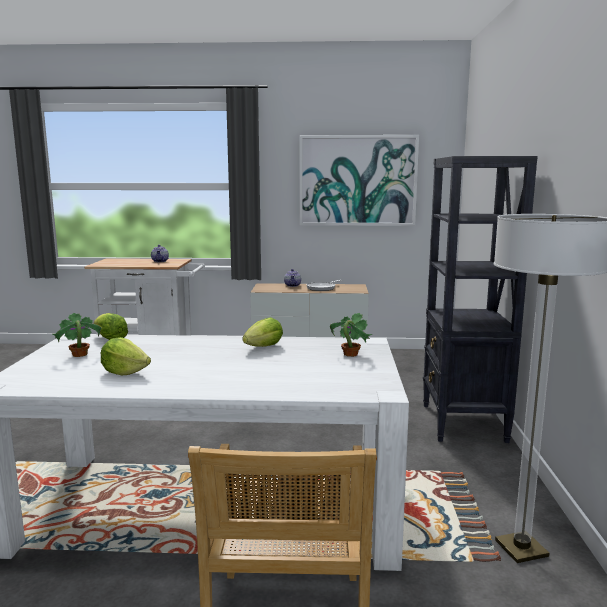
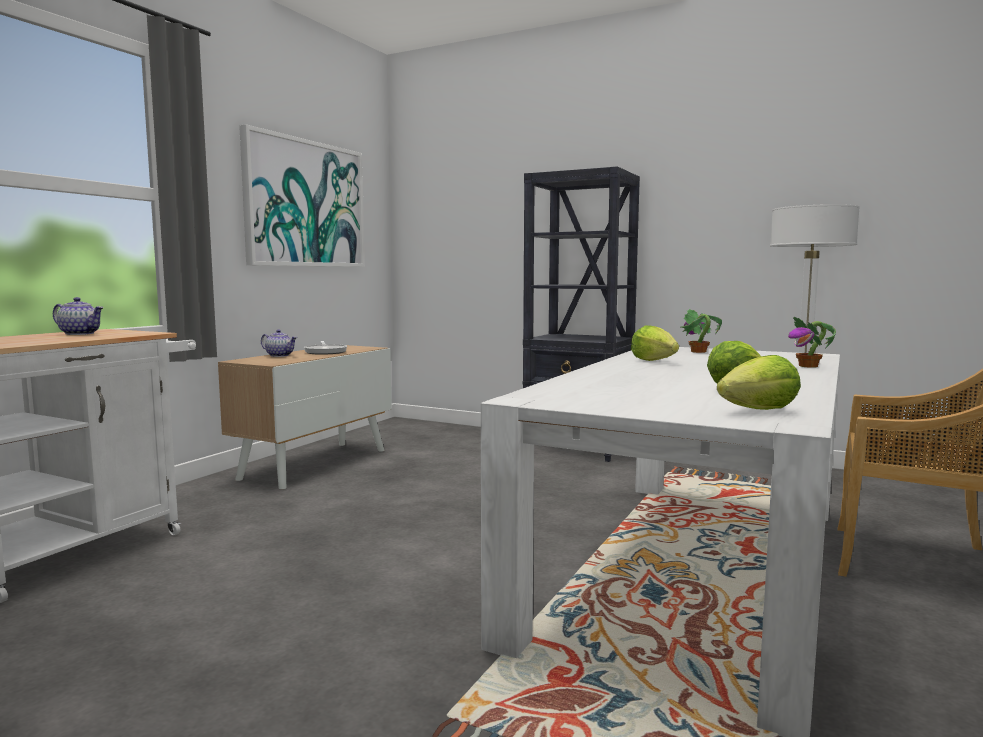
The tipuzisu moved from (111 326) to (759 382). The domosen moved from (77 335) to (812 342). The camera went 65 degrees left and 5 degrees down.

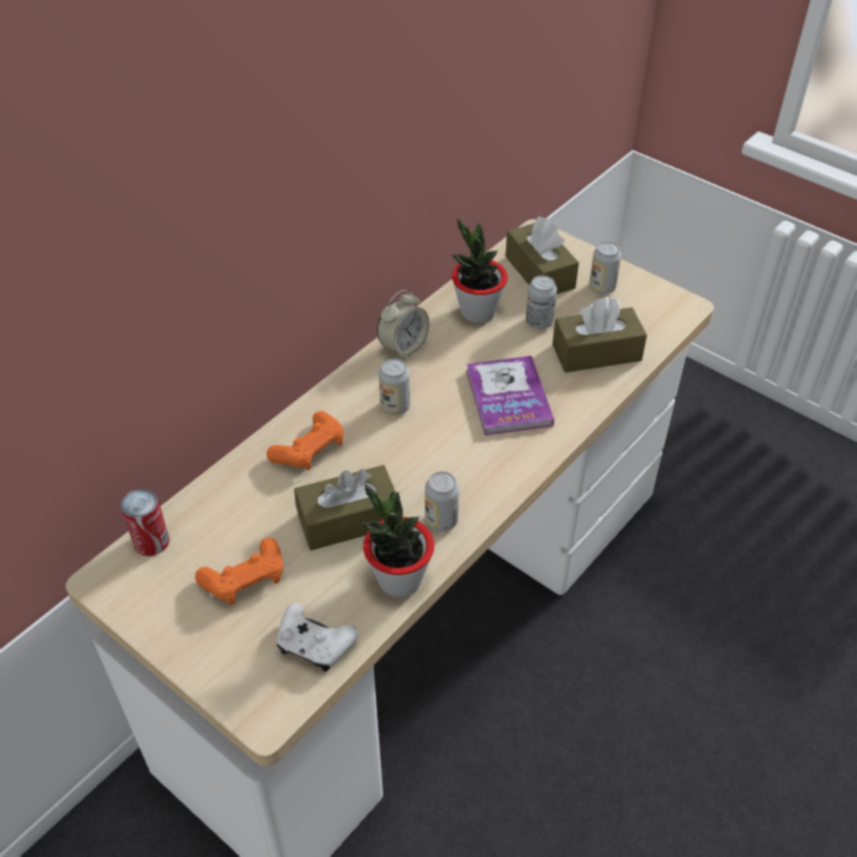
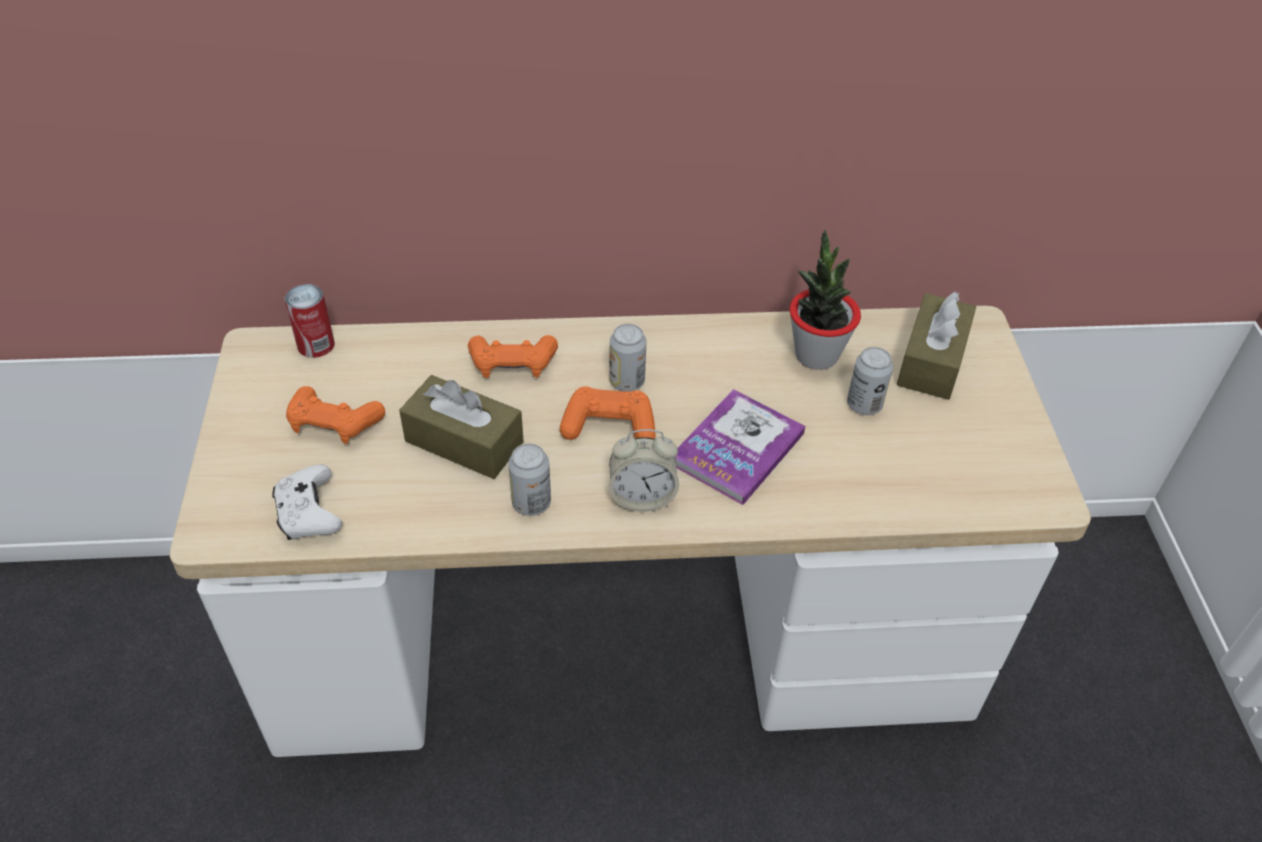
The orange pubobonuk at (608 413) appeared. The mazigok moved from (403 325) to (644 470). The domosen at (398 540) disappeared. The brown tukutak at (599 335) disappeared. The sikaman at (605 268) disappeared. The camera went 45 degrees right and 0 degrees up.

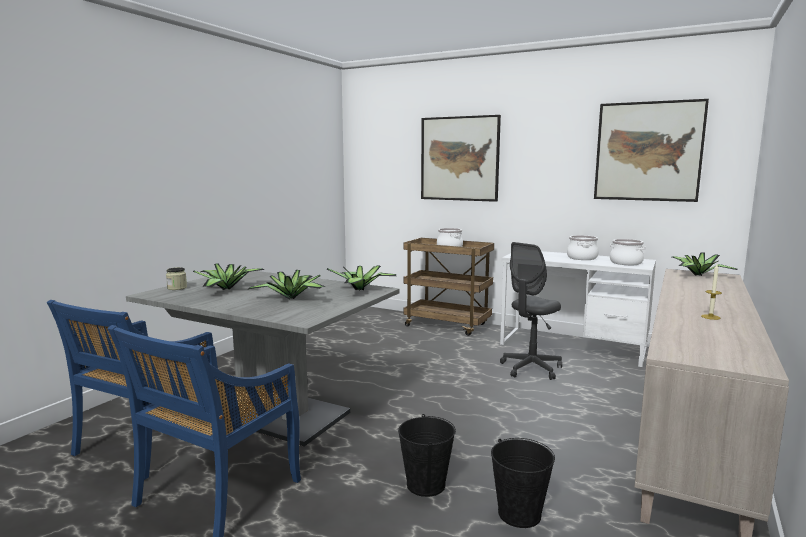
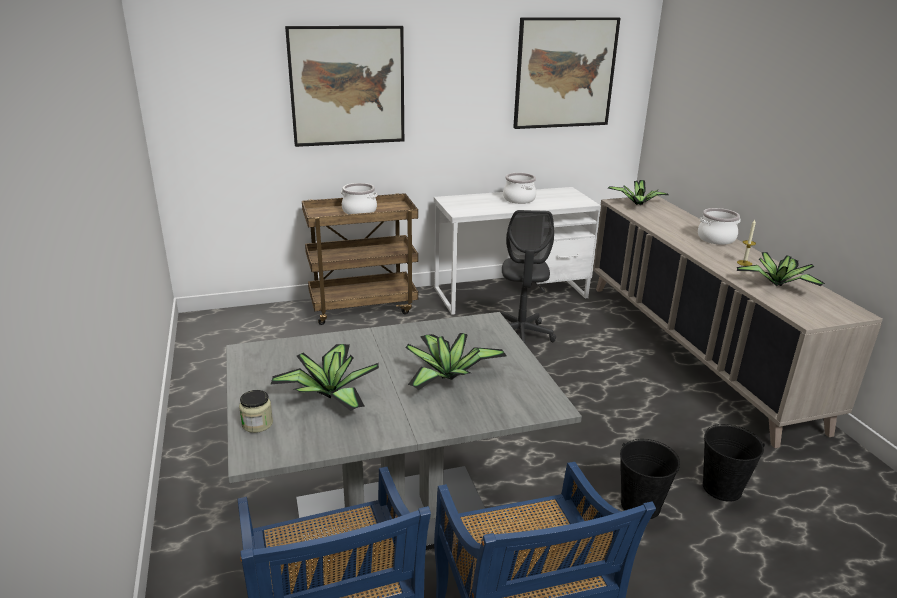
The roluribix moved from (627 252) to (719 226). The domosen moved from (361 278) to (781 269). The camera went 45 degrees left and 15 degrees up.

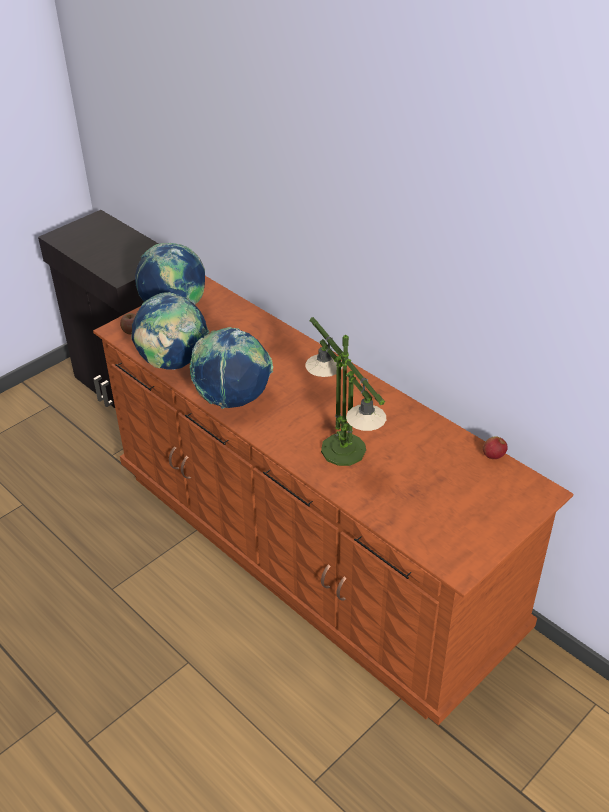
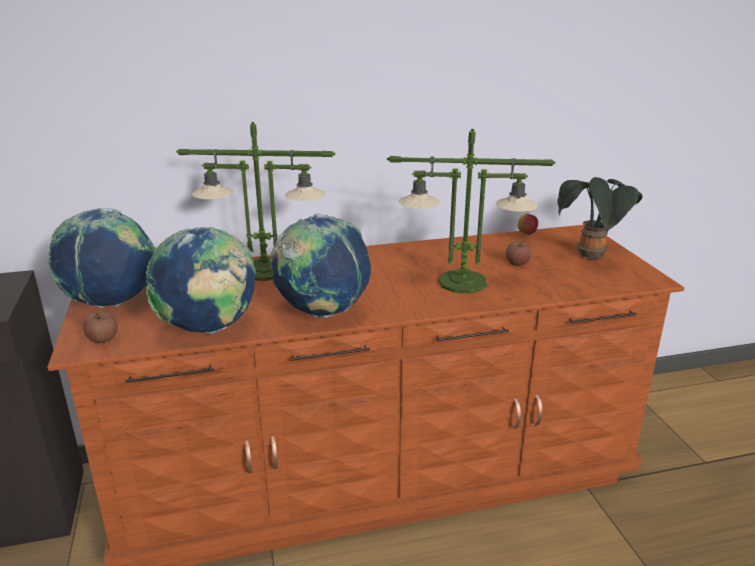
The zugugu at (255 201) appeared. The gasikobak at (519 254) appeared. The domosen at (600 218) appeared. The camera went 60 degrees left and 15 degrees down.

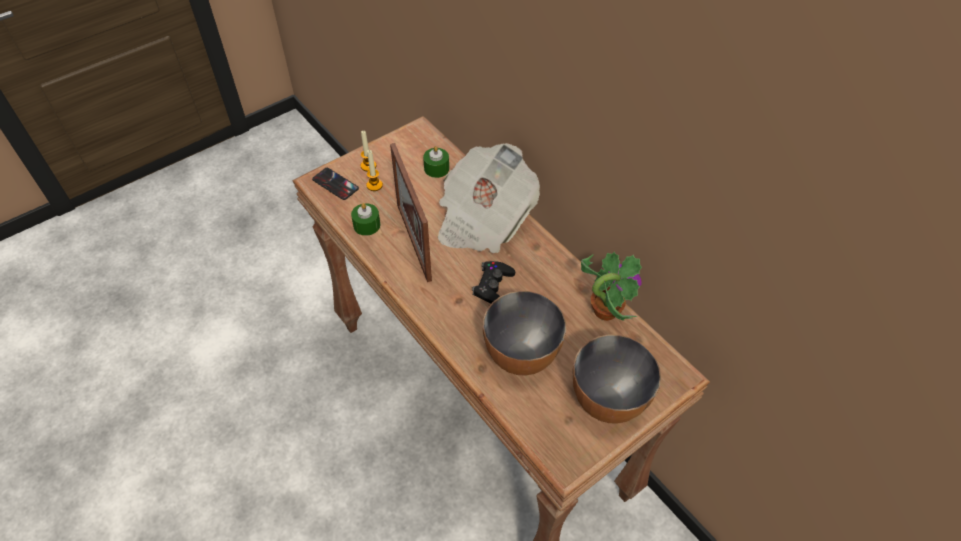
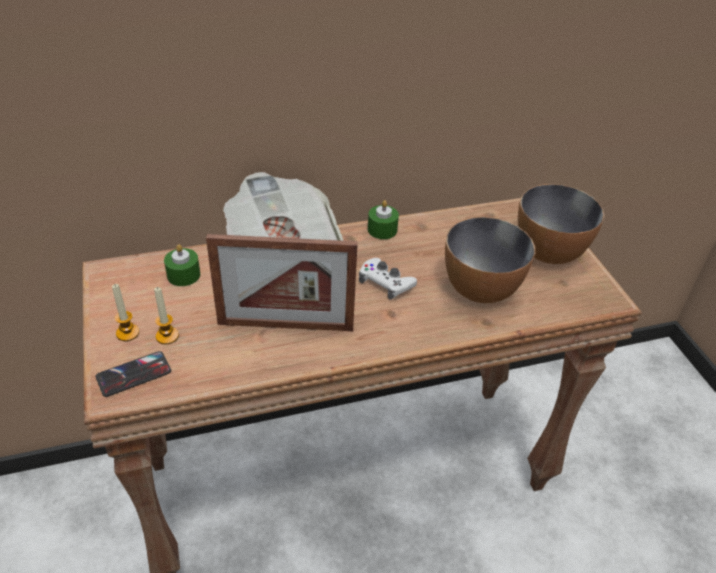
The black pubobonuk at (493 282) became the white pubobonuk at (388 279). The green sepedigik moved from (365 219) to (383 219). The domosen at (611 286) disappeared. The camera went 70 degrees left and 10 degrees down.

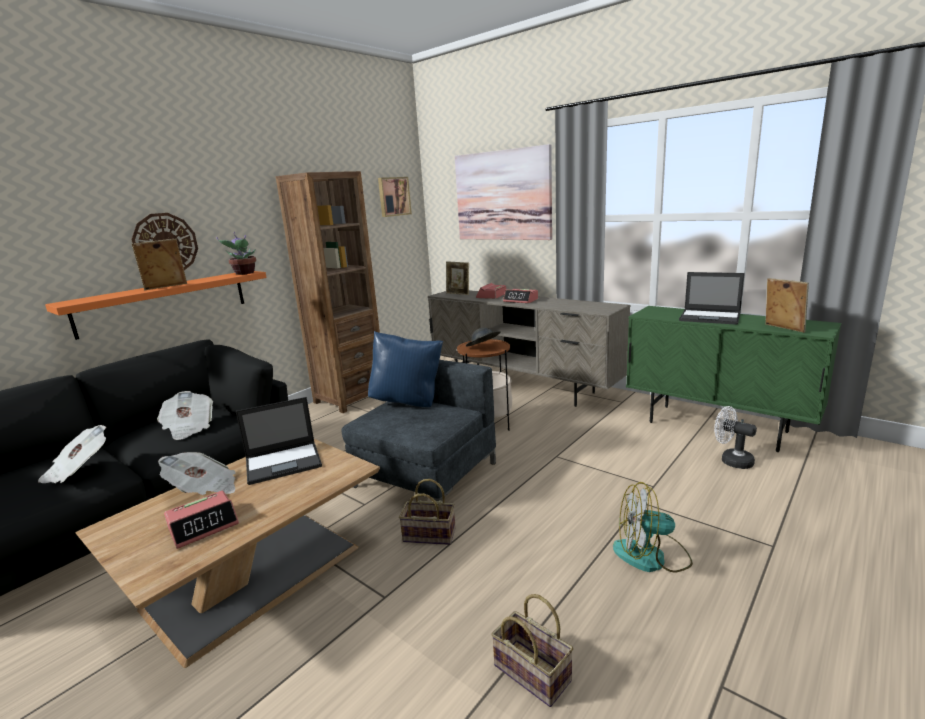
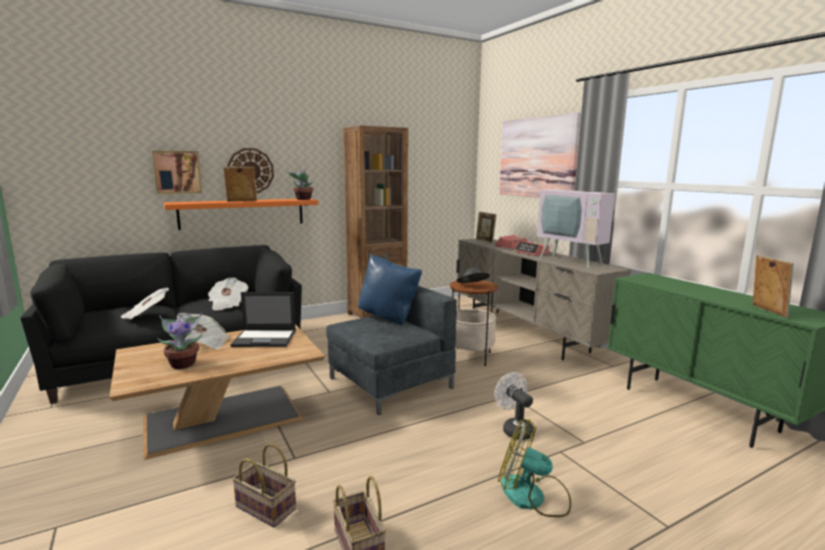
The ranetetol moved from (395 197) to (177 172). The mazigok at (201 520) was replaced by the domosen at (179 340). The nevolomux moved from (427 512) to (264 485). The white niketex moved from (735 437) to (514 406). The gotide at (576 216) appeared. The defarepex at (712 298) disappeared. The camera went 20 degrees right and 5 degrees down.

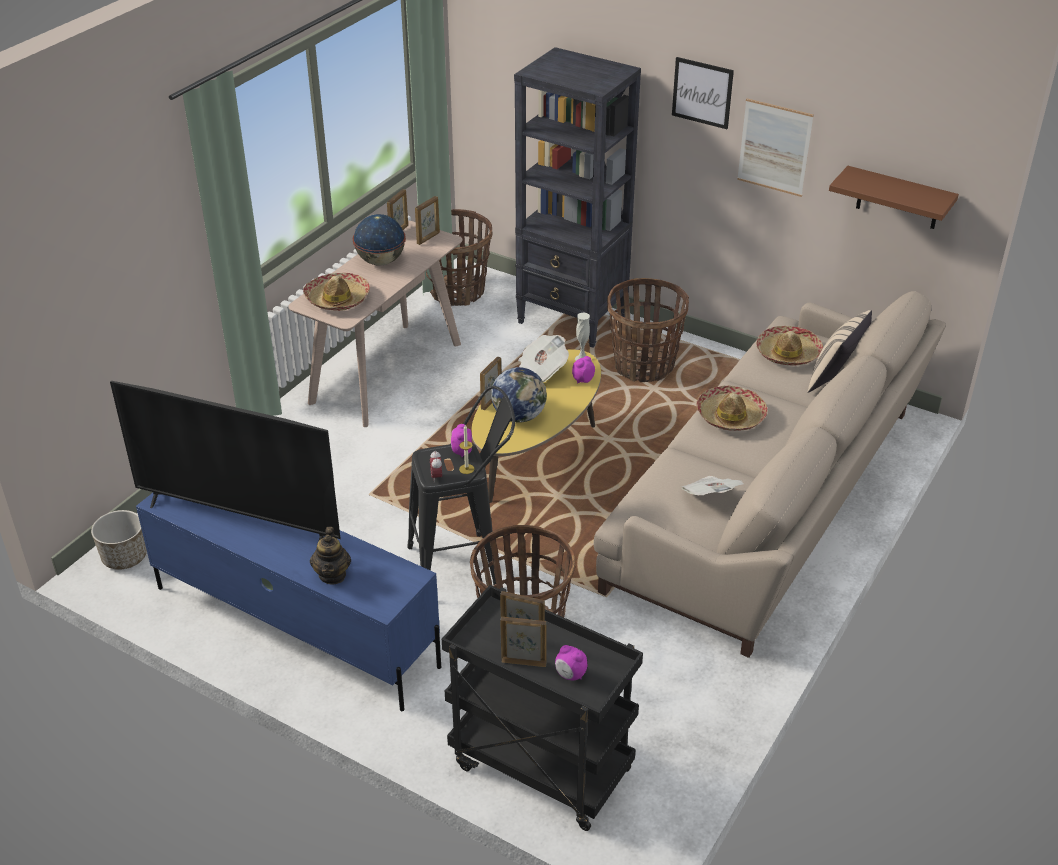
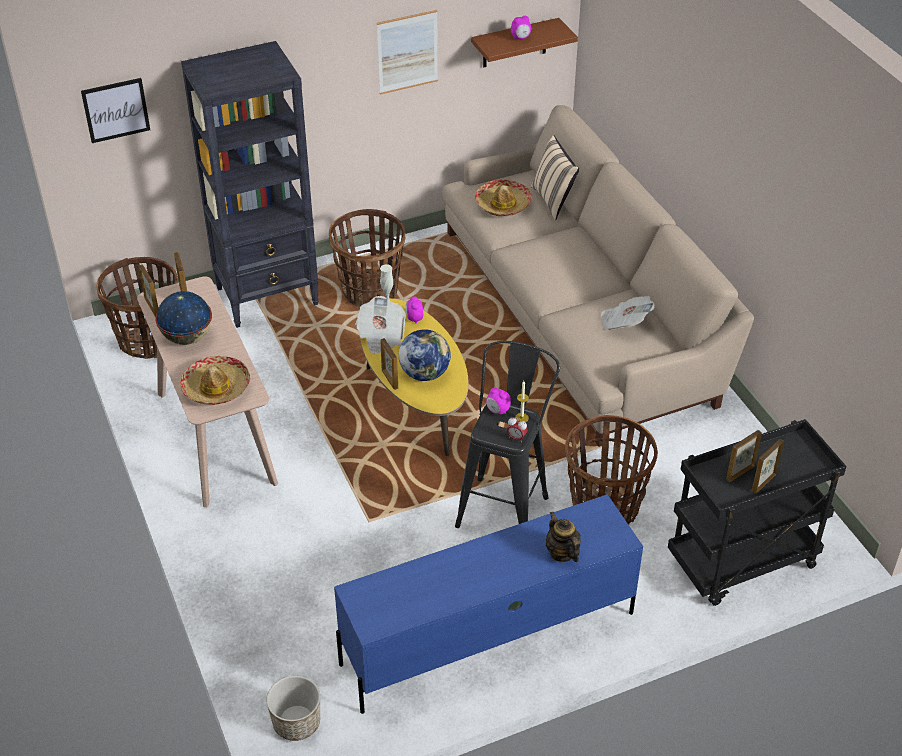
The ranetetol moved from (703 93) to (115 110). The mazigok moved from (571 662) to (521 27). The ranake at (330 556) turned 150 degrees counterclockwise. The gotide at (225 460) disappeared. The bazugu at (732 408) disappeared. The camera went 55 degrees left and 5 degrees up.

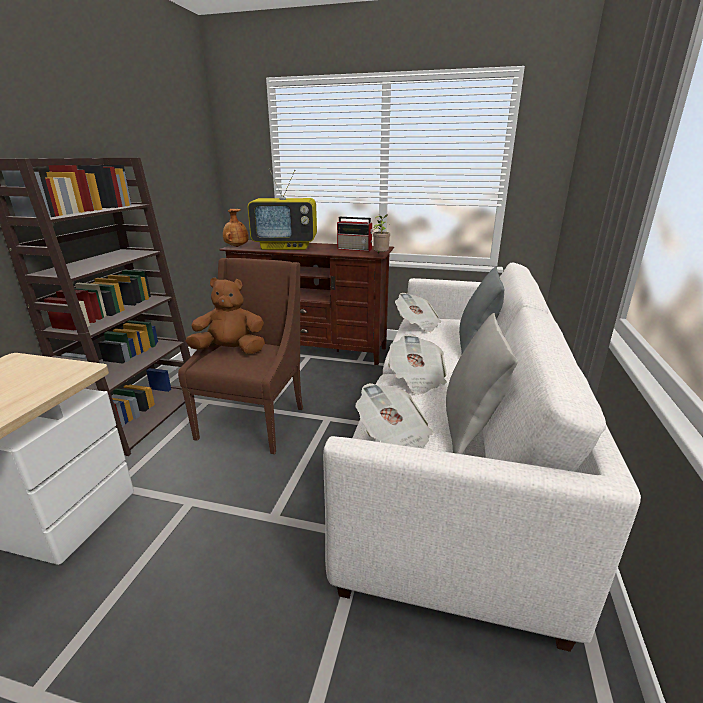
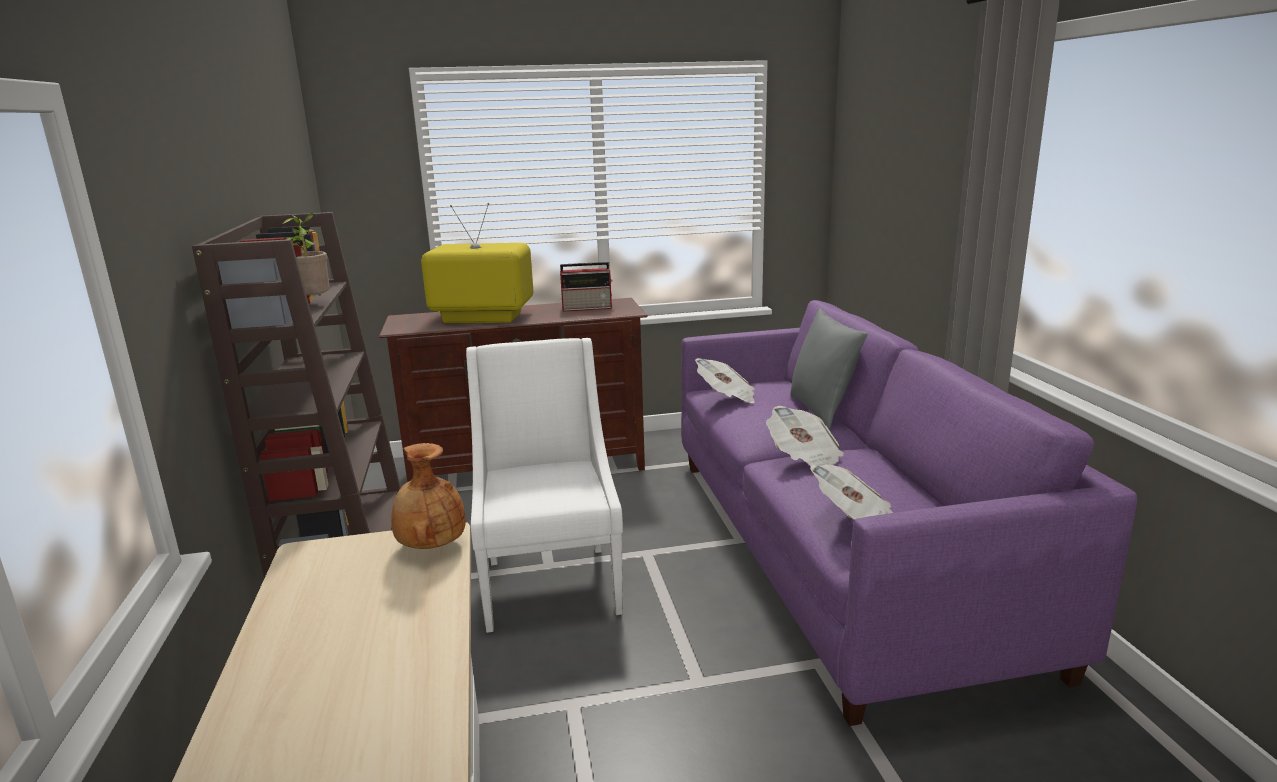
The domosen moved from (381 234) to (306 255). The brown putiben moved from (236 228) to (428 496). The gotide at (282 209) turned 150 degrees counterclockwise. The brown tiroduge at (240 356) became the white tiroduge at (544 485). The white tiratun at (482 457) became the purple tiratun at (909 513). The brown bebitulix at (225 315) disappeared. The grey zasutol at (482 383) disappeared. The camera went 25 degrees left and 5 degrees down.

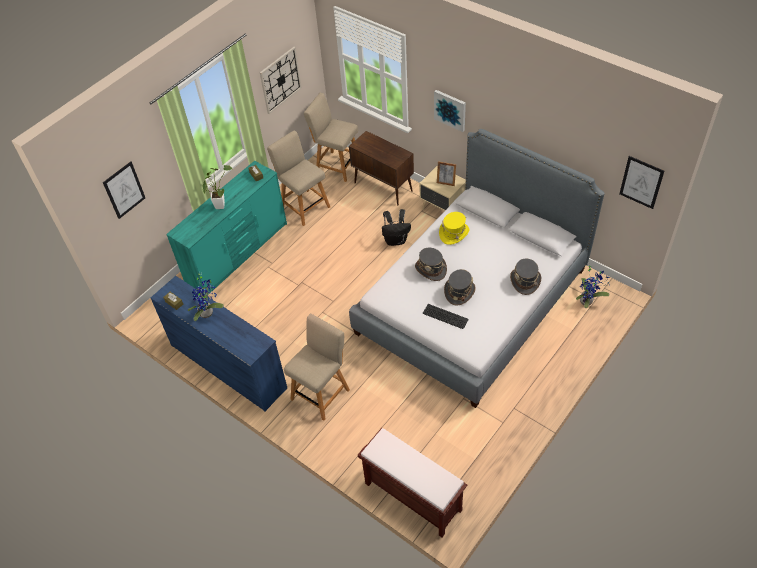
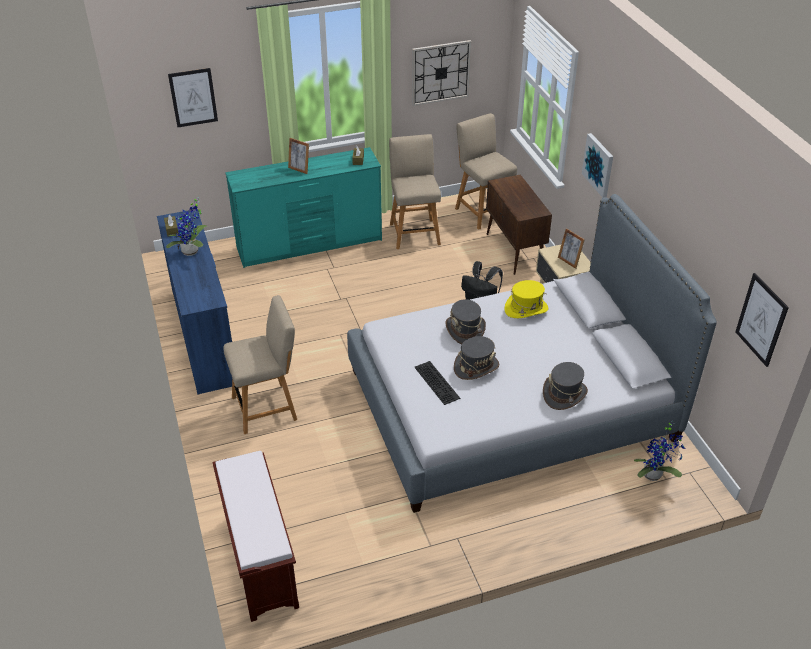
The domosen at (217 187) was replaced by the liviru at (298 156). The camera went 30 degrees right and 10 degrees down.

